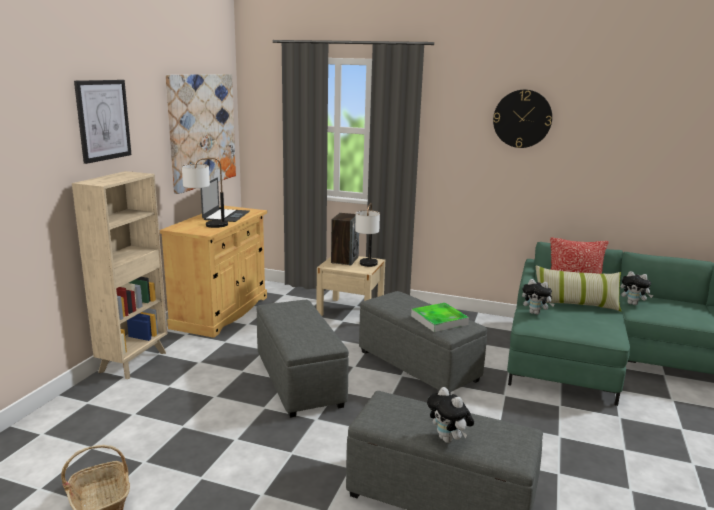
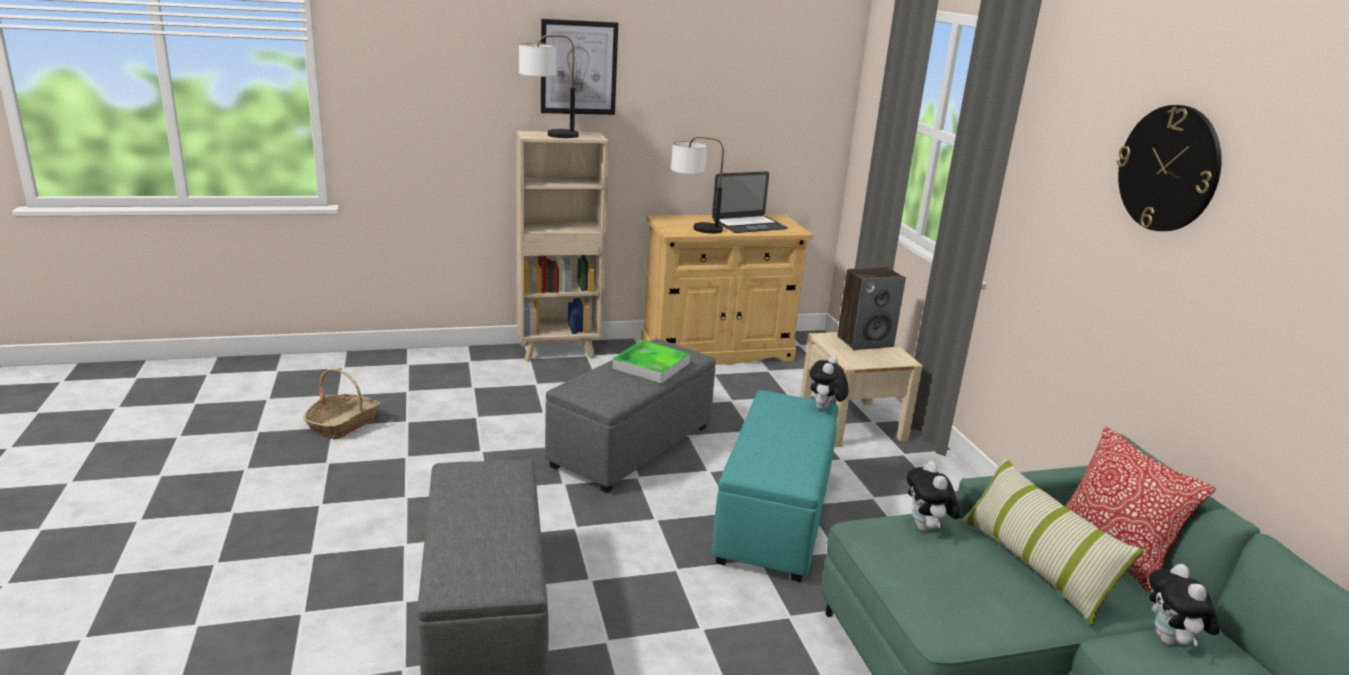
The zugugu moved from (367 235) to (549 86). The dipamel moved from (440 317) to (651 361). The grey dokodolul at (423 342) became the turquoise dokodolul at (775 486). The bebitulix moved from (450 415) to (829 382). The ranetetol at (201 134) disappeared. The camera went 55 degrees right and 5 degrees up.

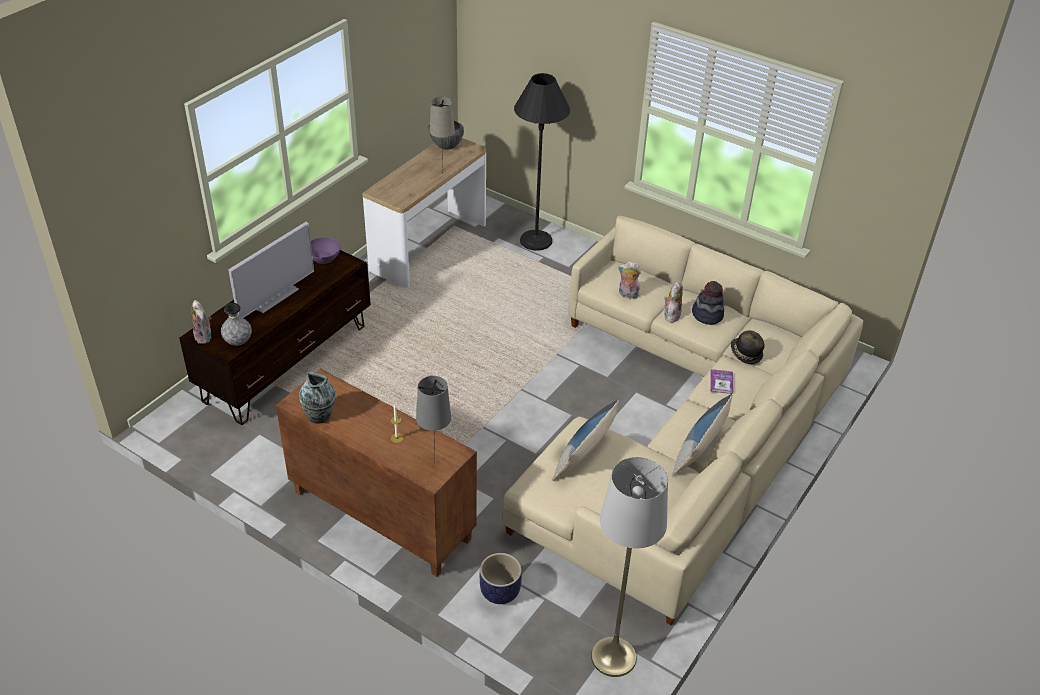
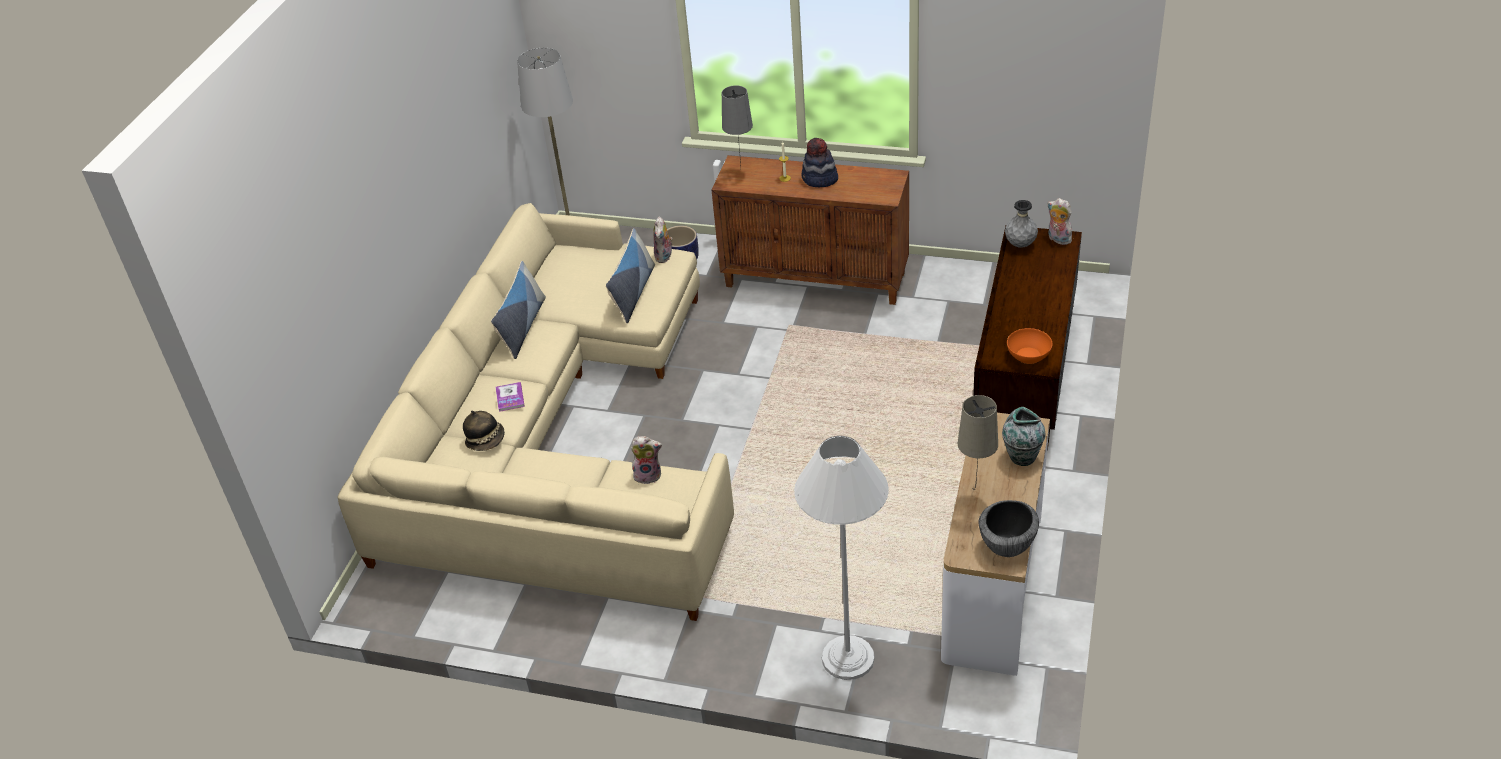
The bebitulix moved from (673 302) to (663 239). The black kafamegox at (542 162) became the white kafamegox at (841 558). The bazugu moved from (708 303) to (819 162). The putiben moved from (317 398) to (1024 436). The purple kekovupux at (325 250) became the orange kekovupux at (1030 346). The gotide at (271 270) disappeared. The camera went 165 degrees right and 0 degrees up.

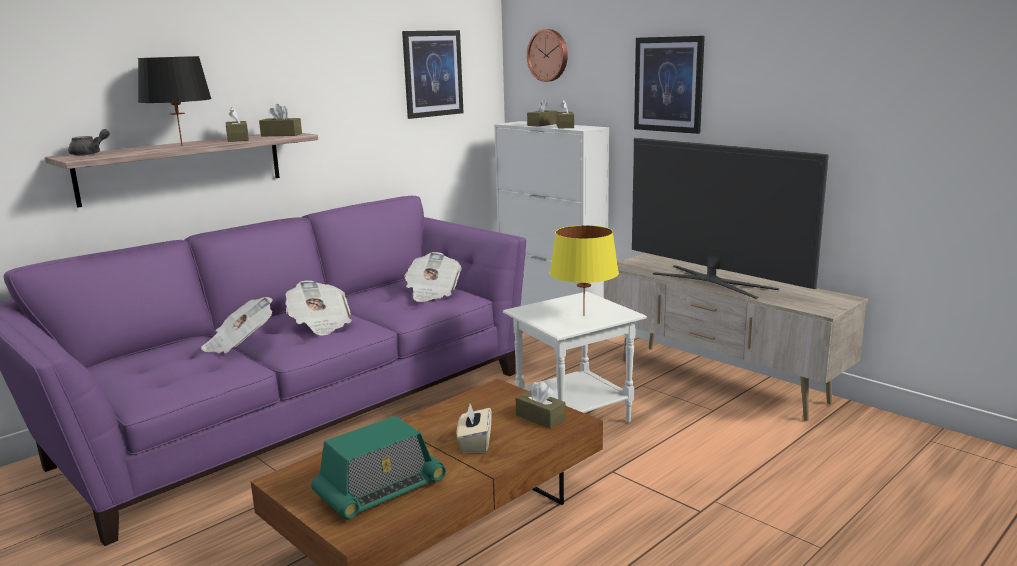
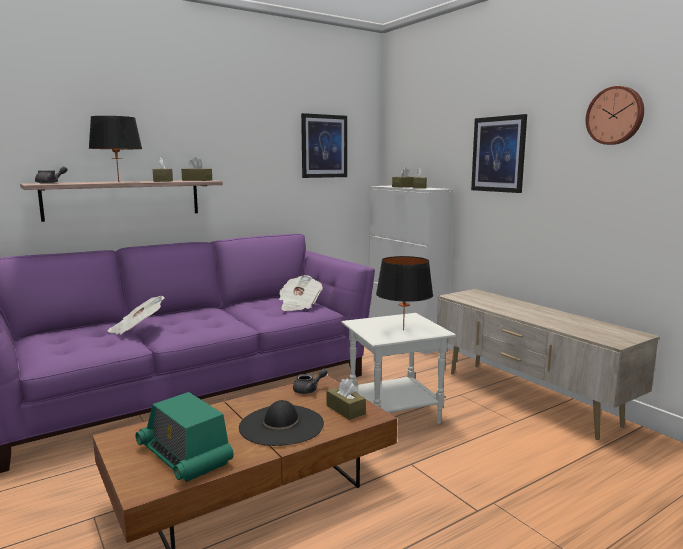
The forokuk at (378 468) turned 75 degrees clockwise. The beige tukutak at (474 428) was replaced by the black bazugu at (281 423). The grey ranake at (310 381) appeared. The yellow zugugu at (584 270) became the black zugugu at (404 293). The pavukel moved from (547 55) to (615 115). The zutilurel at (318 308) disappeared. The gotide at (730 218) disappeared. The camera went 10 degrees right and 5 degrees down.

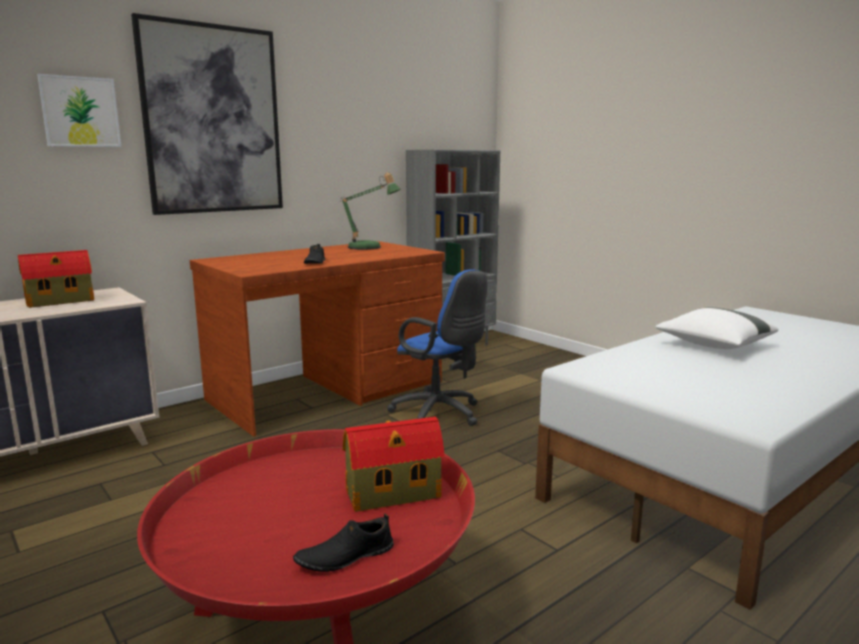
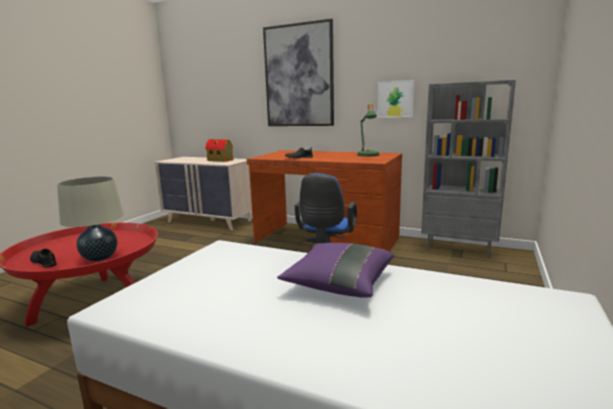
The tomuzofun at (393 464) was replaced by the beige zugugu at (90 218). The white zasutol at (717 328) became the purple zasutol at (335 270). The ranetetol moved from (79 110) to (395 99). The camera went 65 degrees right and 0 degrees up.

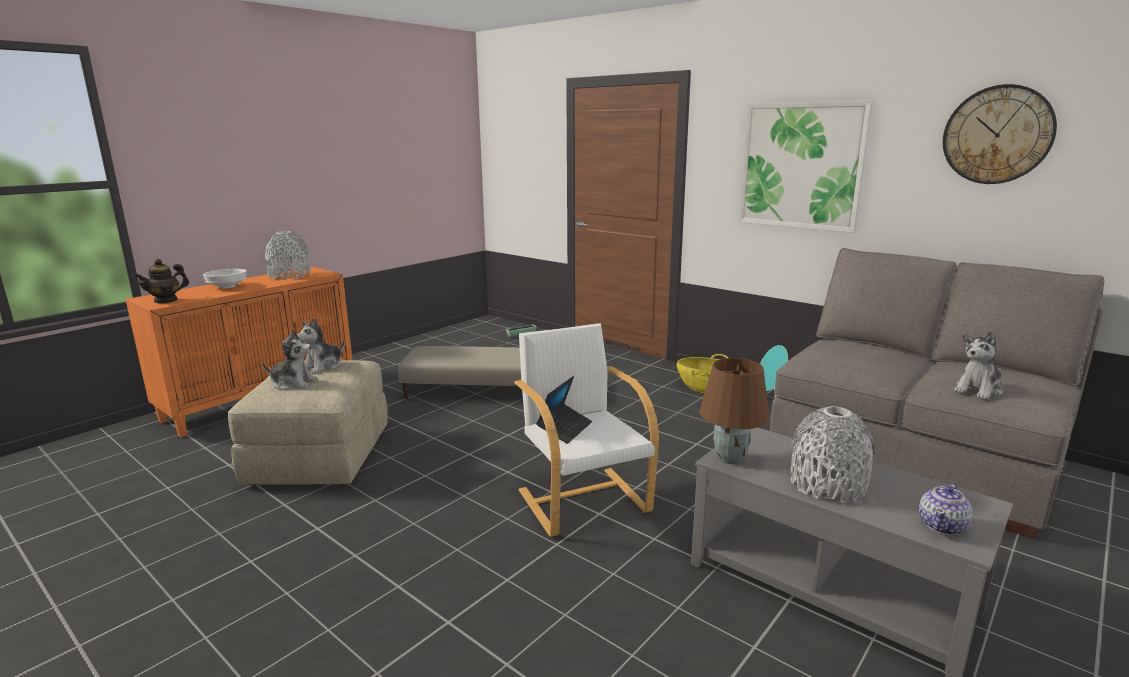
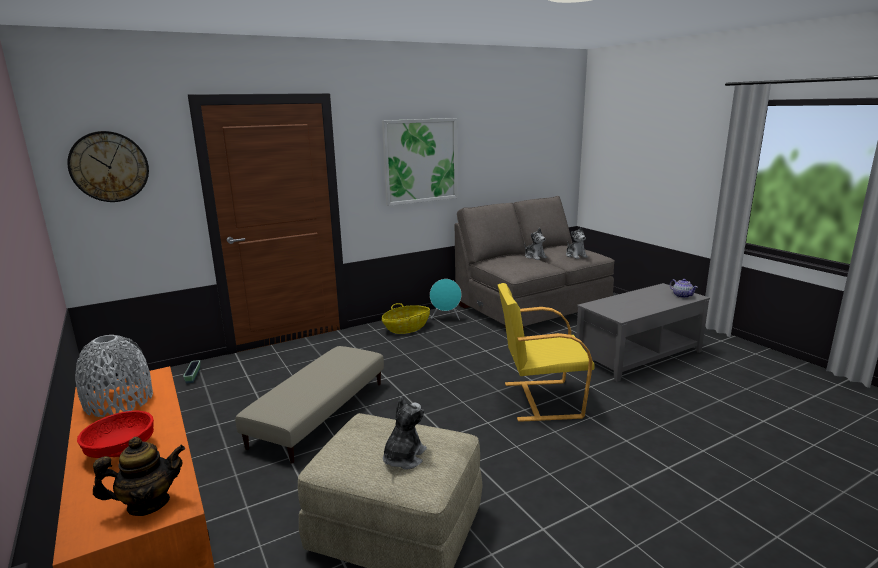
The pavukel moved from (1000 134) to (108 166). The white kekovupux at (225 278) became the red kekovupux at (115 434). The ranake at (161 281) turned 90 degrees counterclockwise. The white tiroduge at (586 430) became the yellow tiroduge at (546 352). The bebitulix moved from (320 346) to (535 244). The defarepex at (564 410) disappeared. The brown zugugu at (734 411) disappeared. The grey putiben at (833 454) disappeared. The camera went 70 degrees left and 0 degrees up.

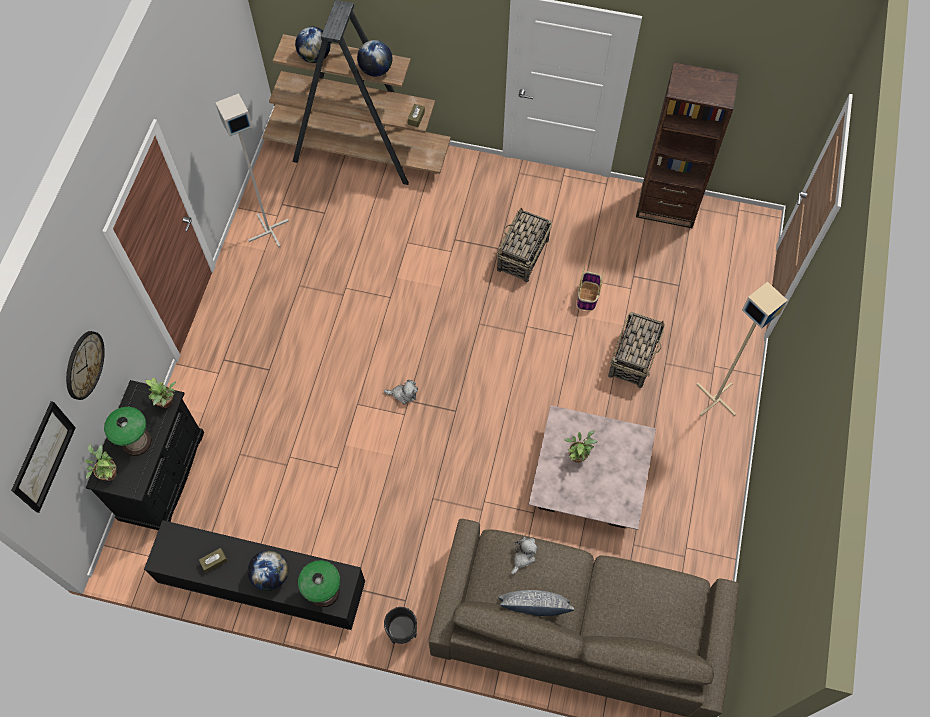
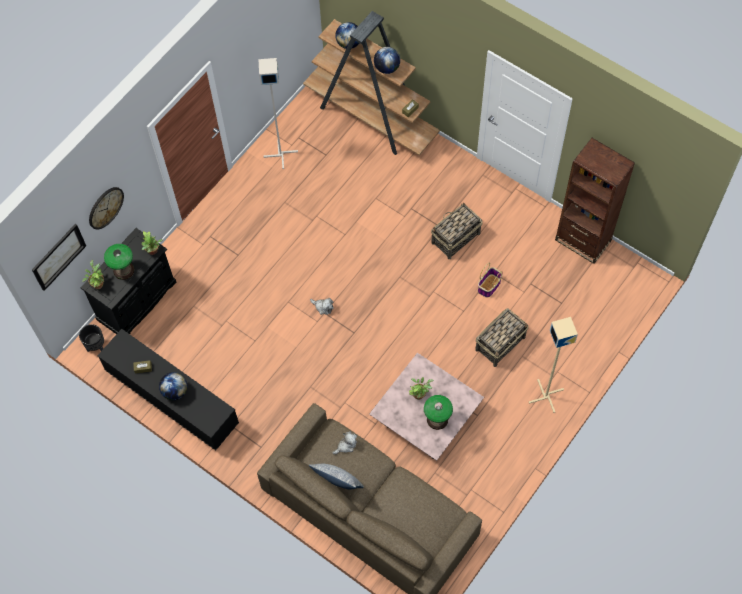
The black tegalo moved from (400 625) to (91 338). The zugugu moved from (319 583) to (438 412). The camera went 25 degrees right and 0 degrees up.

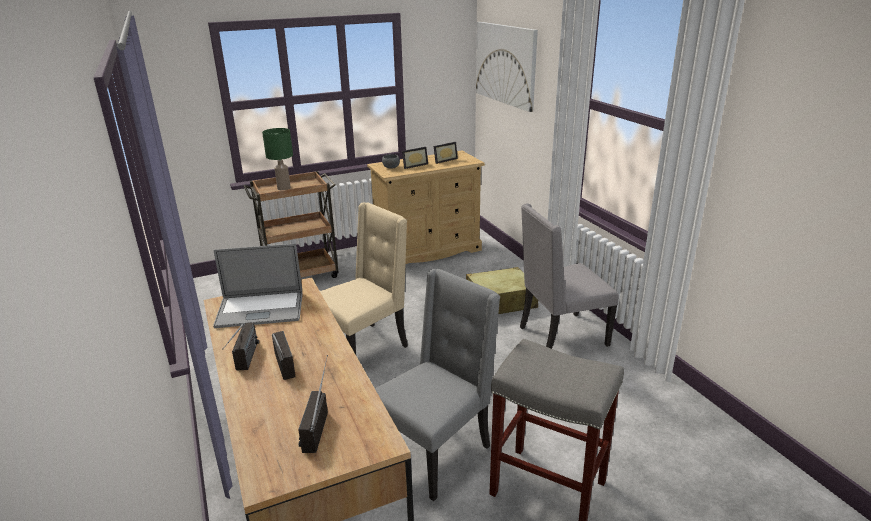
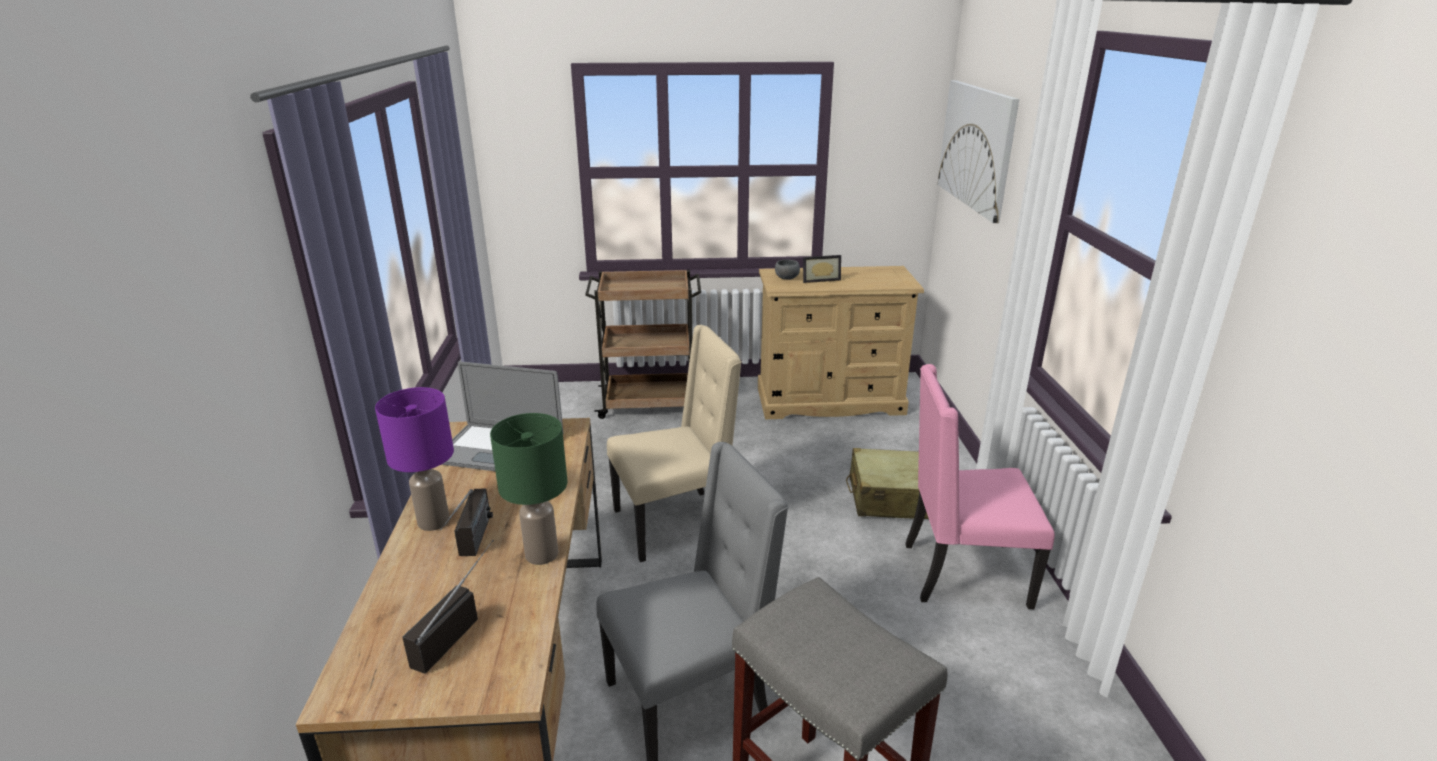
The forokuk at (240 346) was replaced by the purple zugugu at (414 459). The green zugugu moved from (277 159) to (528 489). The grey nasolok at (569 276) became the pink nasolok at (980 486). The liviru at (446 153) disappeared. The camera went 20 degrees right and 0 degrees up.

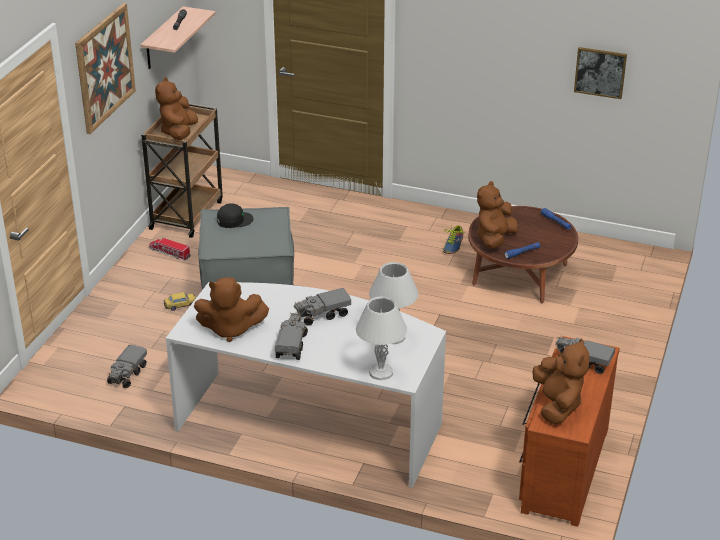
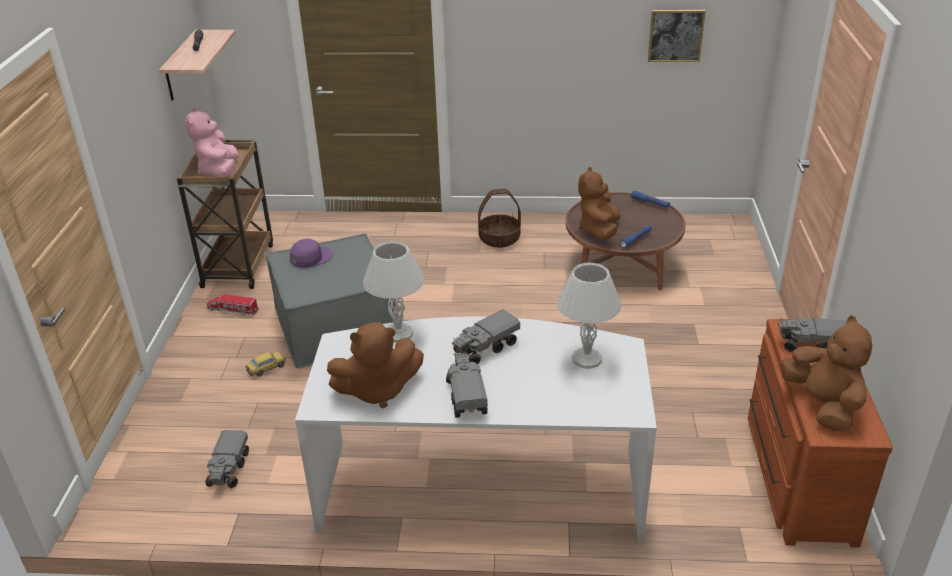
The brown bebitulix at (176 108) became the pink bebitulix at (212 142). The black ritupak at (235 216) became the purple ritupak at (311 253). The white zugugu moved from (381 338) to (394 291). The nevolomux at (499 218) appeared. The ranetetol at (105 68) disappeared. The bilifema at (453 239) disappeared. The camera went 15 degrees left and 0 degrees up.

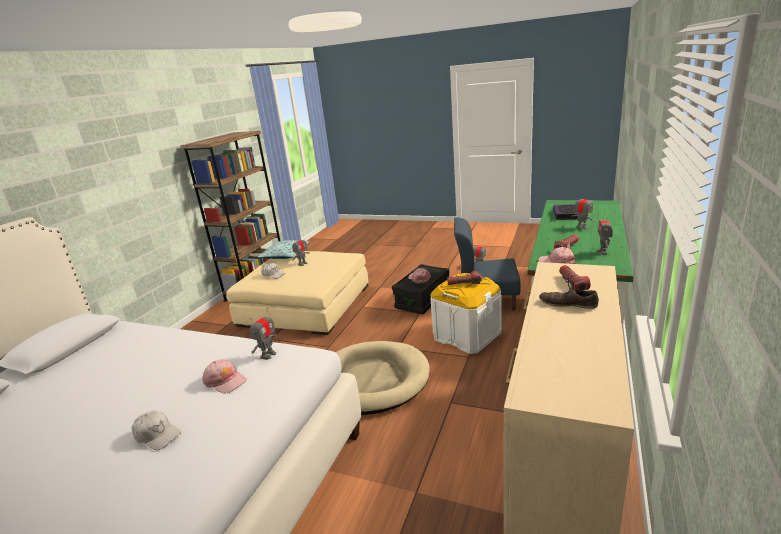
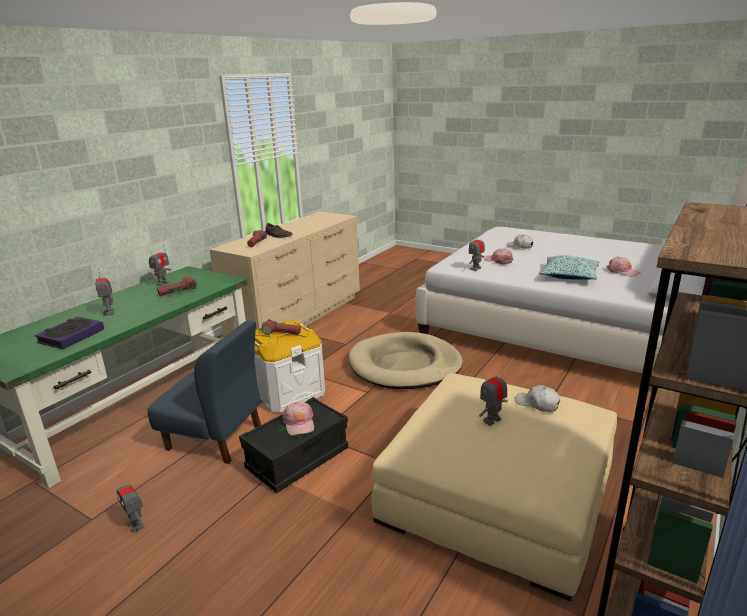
The zasutol moved from (284 249) to (570 267). The pink ritupak moved from (557 255) to (624 267). The camera went 170 degrees left and 0 degrees up.

